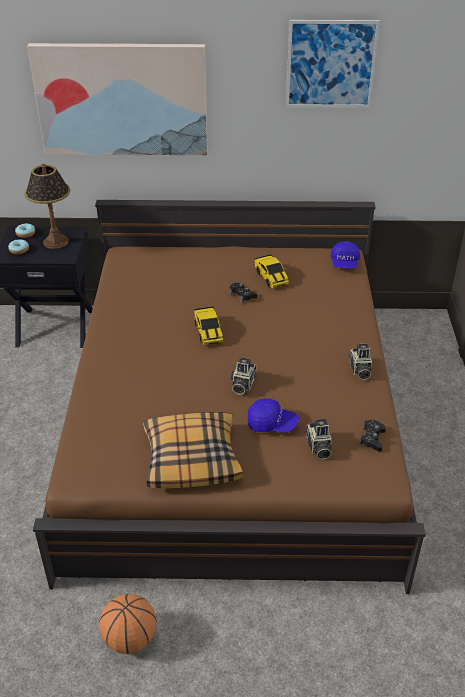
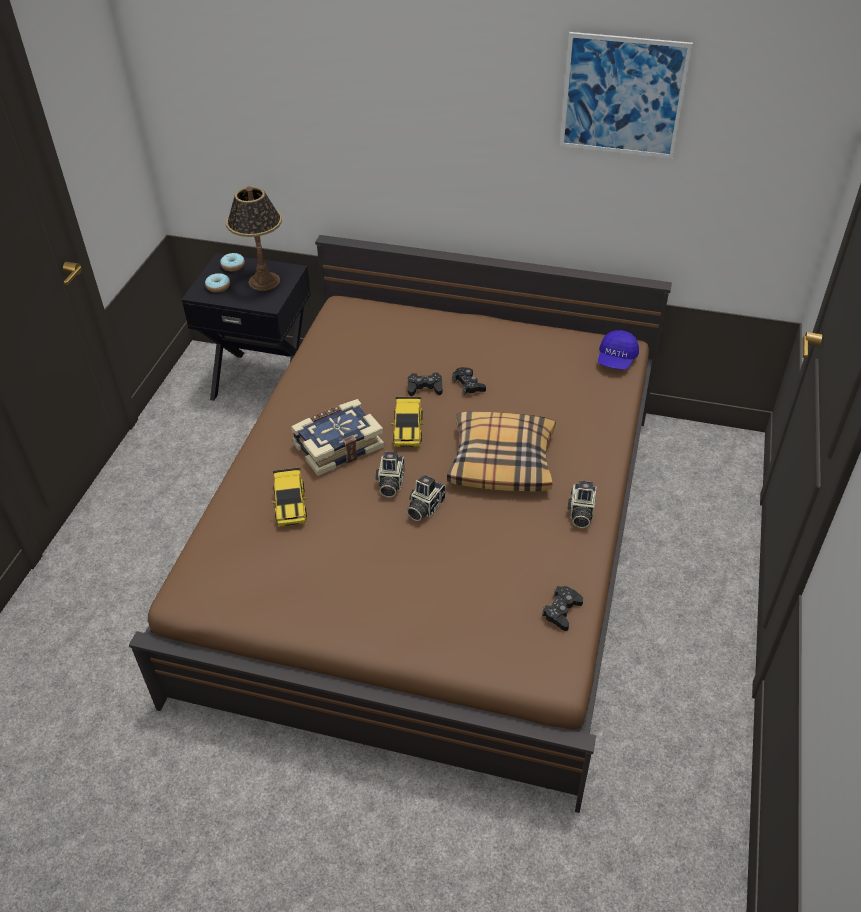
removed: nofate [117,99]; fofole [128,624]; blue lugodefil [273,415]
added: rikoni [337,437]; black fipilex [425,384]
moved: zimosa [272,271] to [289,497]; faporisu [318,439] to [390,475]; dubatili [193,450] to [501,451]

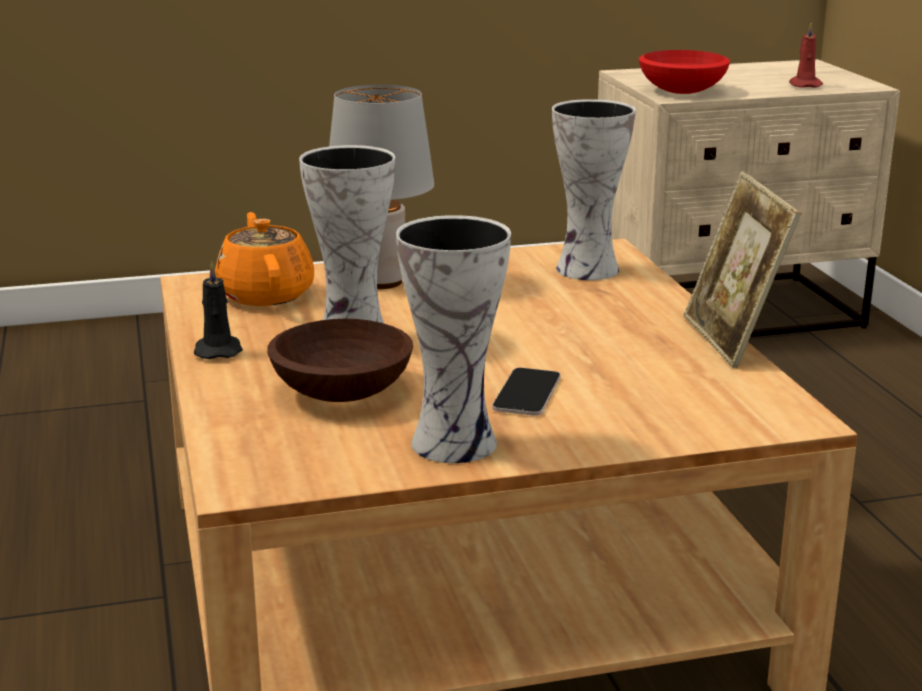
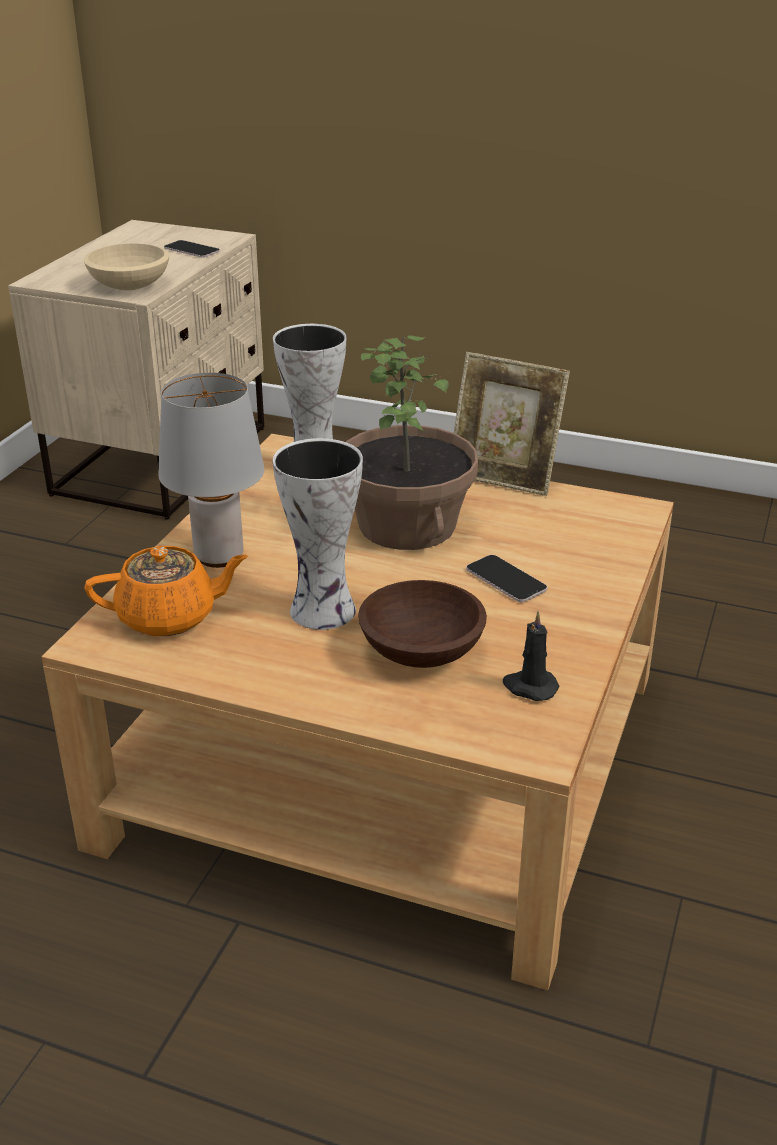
removed: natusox [453,339]
added: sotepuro [412,442]
moved: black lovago [218,310] to [531,656]
replaced: red lovago [806,55] to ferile [192,249]
recoloured: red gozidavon [684,72] to beige gozidavon [126,267]
turned: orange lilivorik [264,259] = [166,591] 150 degrees clockwise

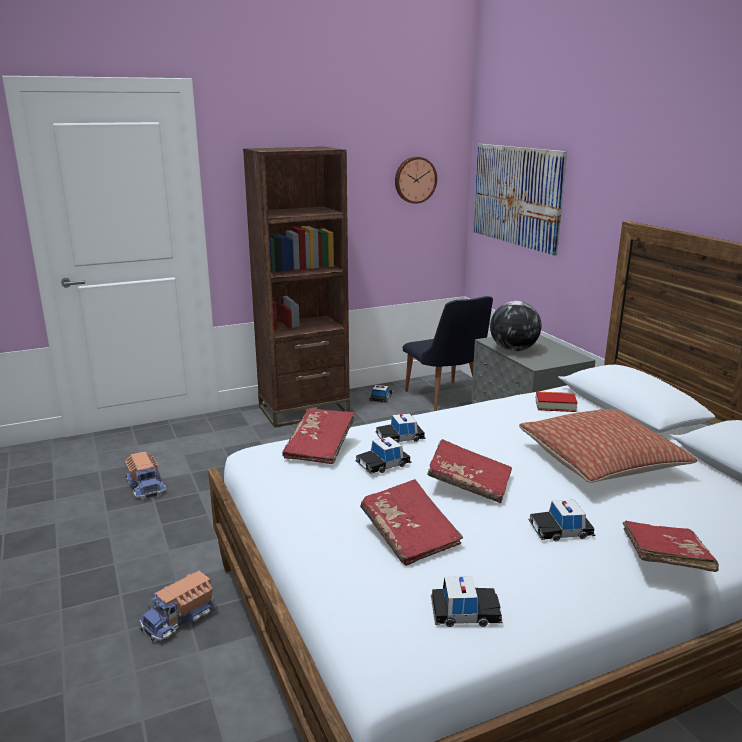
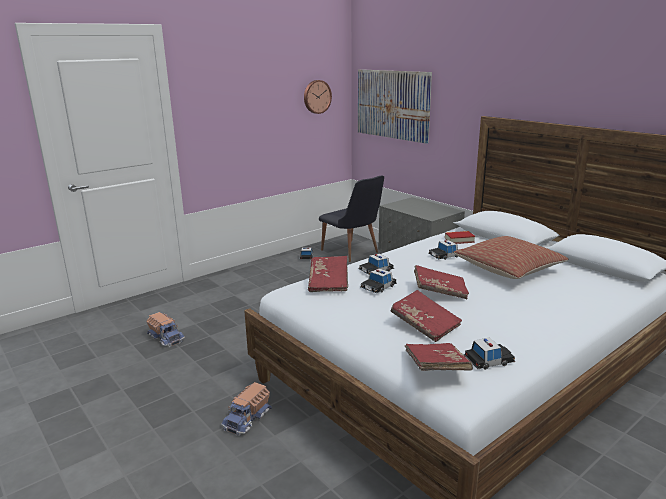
removed: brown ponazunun [296,287]; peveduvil [516,326]
moved: red rikoni [671,546] to [439,357]; zimosa [562,521] to [443,250]

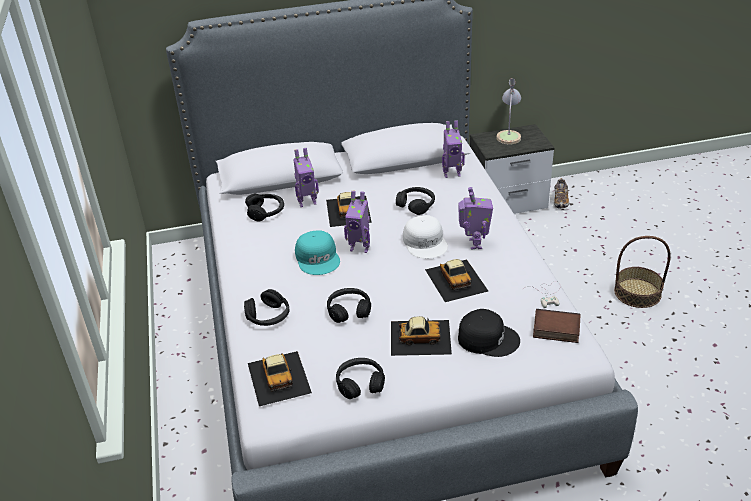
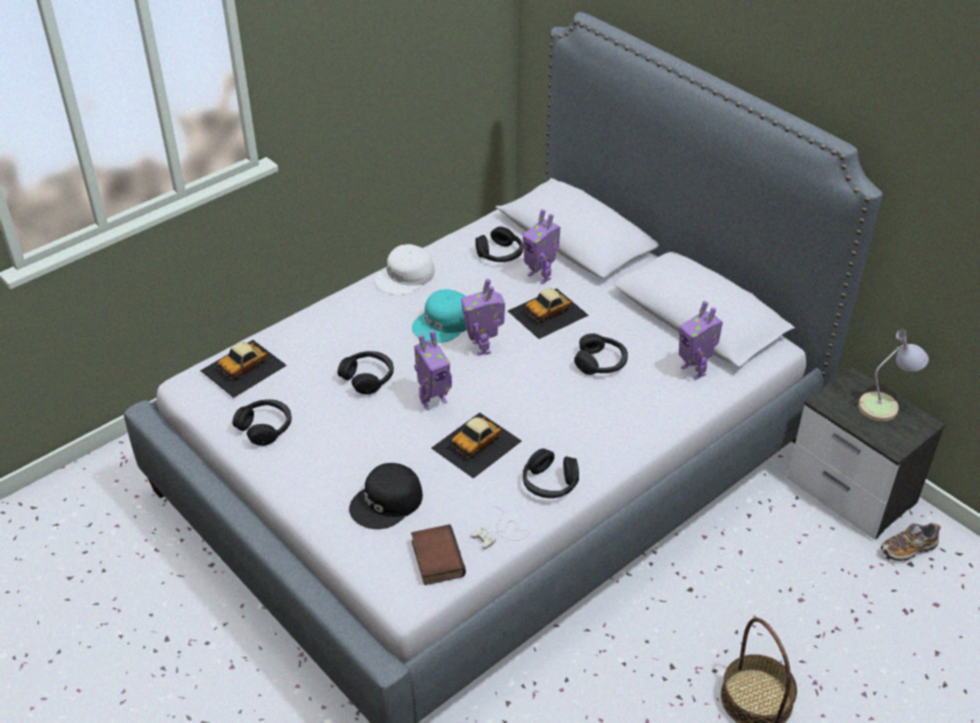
removed: zimosa [421,336]
moved: white lugodefil [425,237] to [404,269]; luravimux [475,218] to [433,370]; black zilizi [266,307] to [551,473]
turned: black lugodefil [489,333] = [386,496] 60 degrees clockwise

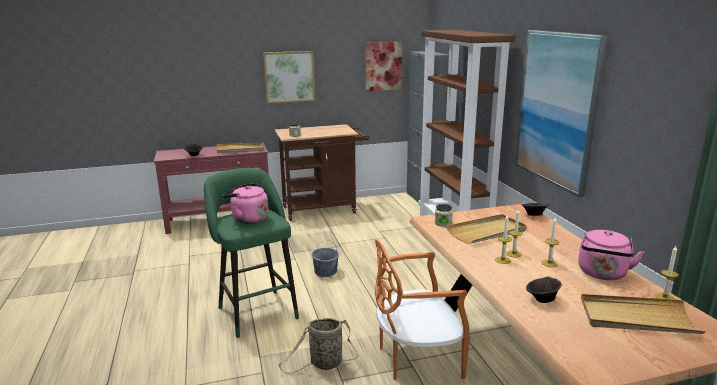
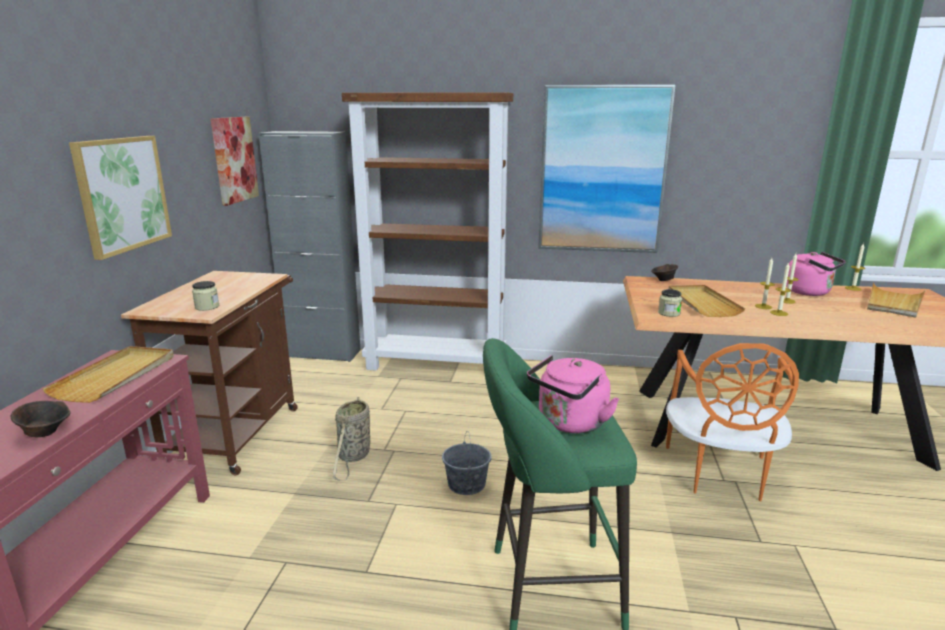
removed: brown gozidavon [544,289]
moved: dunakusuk [318,345] to [351,439]

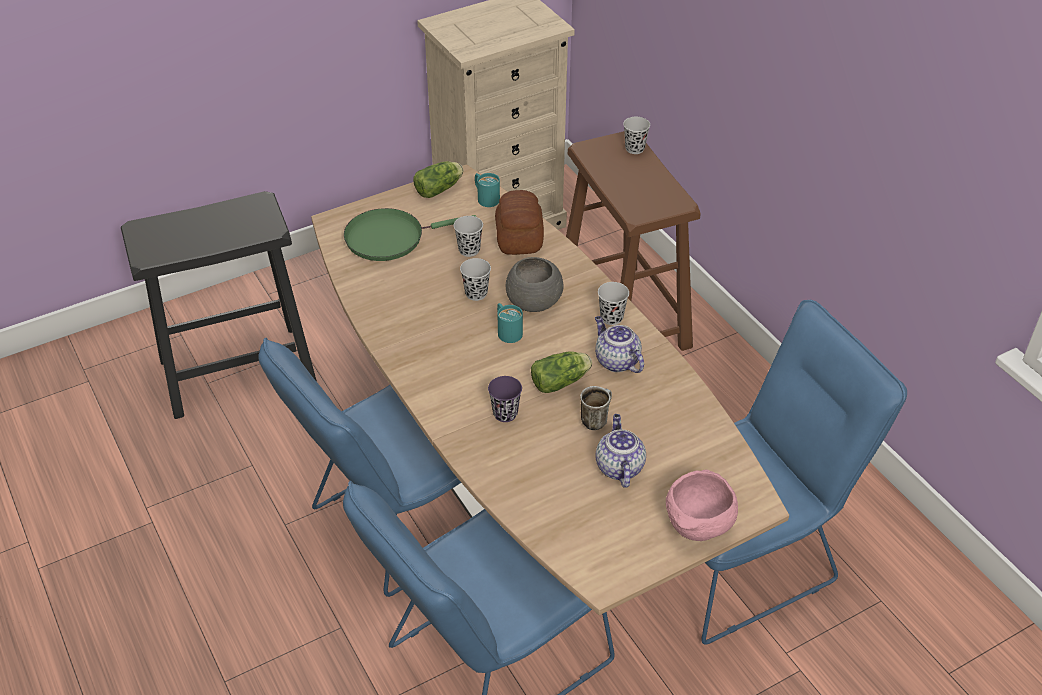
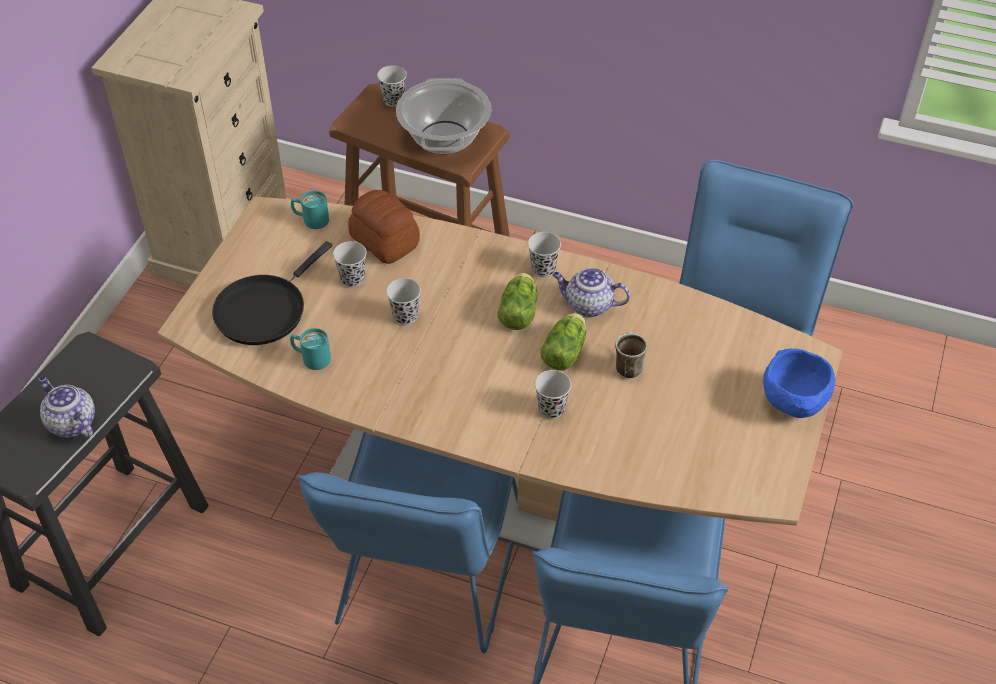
removed: grey gozidavon [535,284]
added: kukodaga [444,116]
moved: lilivorik [621,451] to [66,407]; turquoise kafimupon [510,323] to [310,349]; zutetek [438,179] to [517,301]
recoloured: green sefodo [410,234] to black sefodo [272,293]; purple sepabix [505,399] to black sepabix [553,394]; pink gozidavon [702,505] to blue gozidavon [799,383]

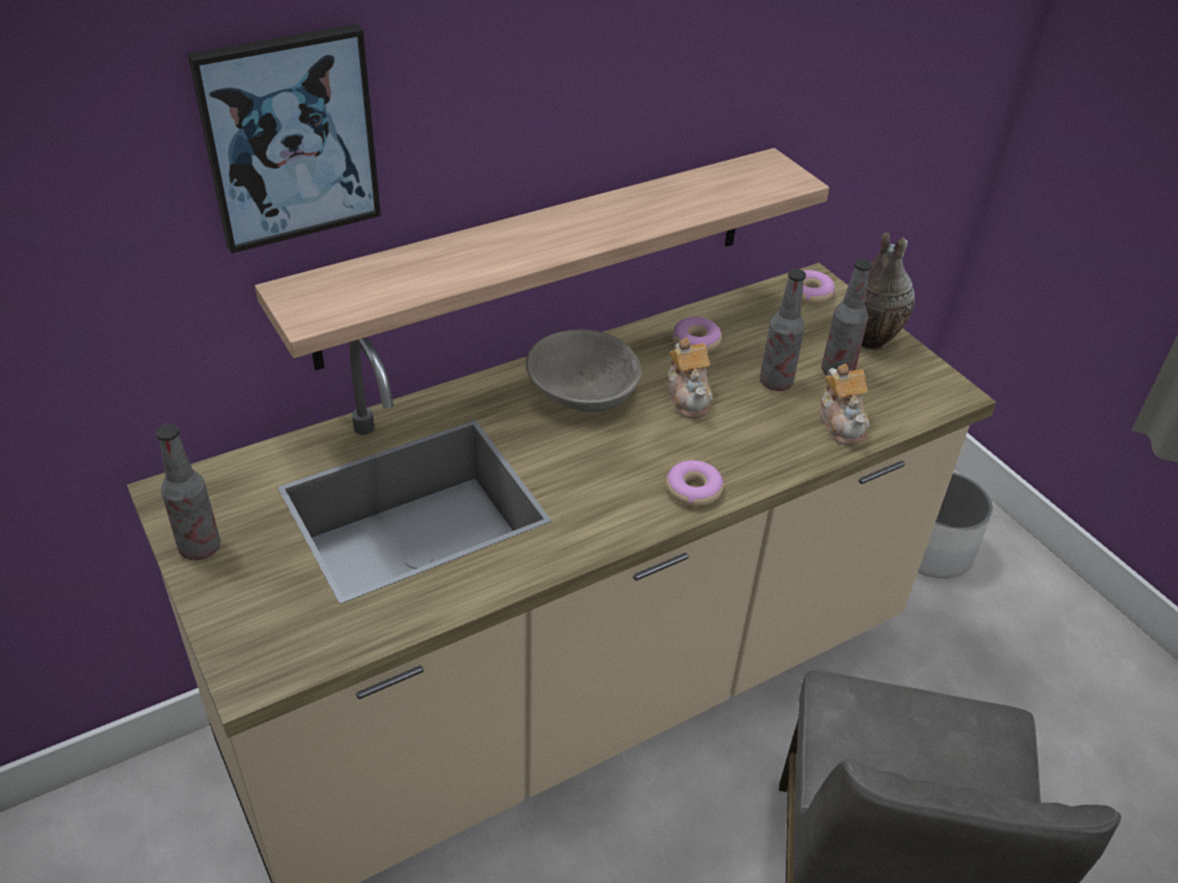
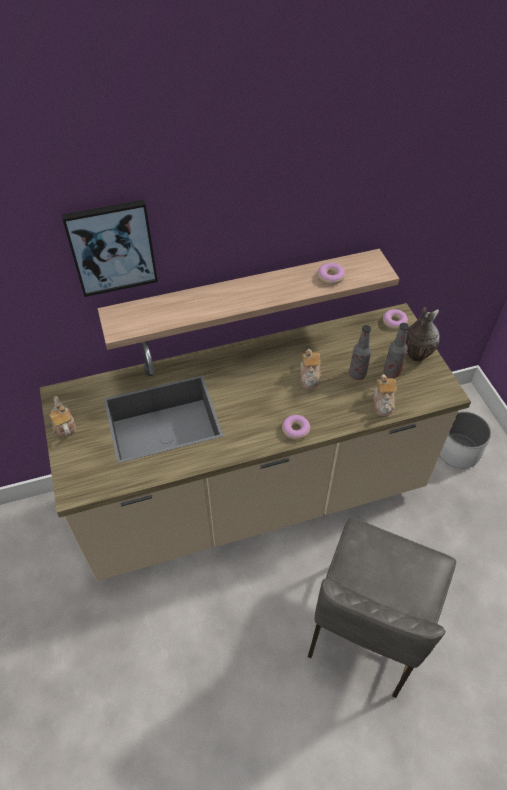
removed: grey gozidavon [584,370]
moved: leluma [697,334] to [331,274]
replaced: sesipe [188,492] to lilivorik [62,416]

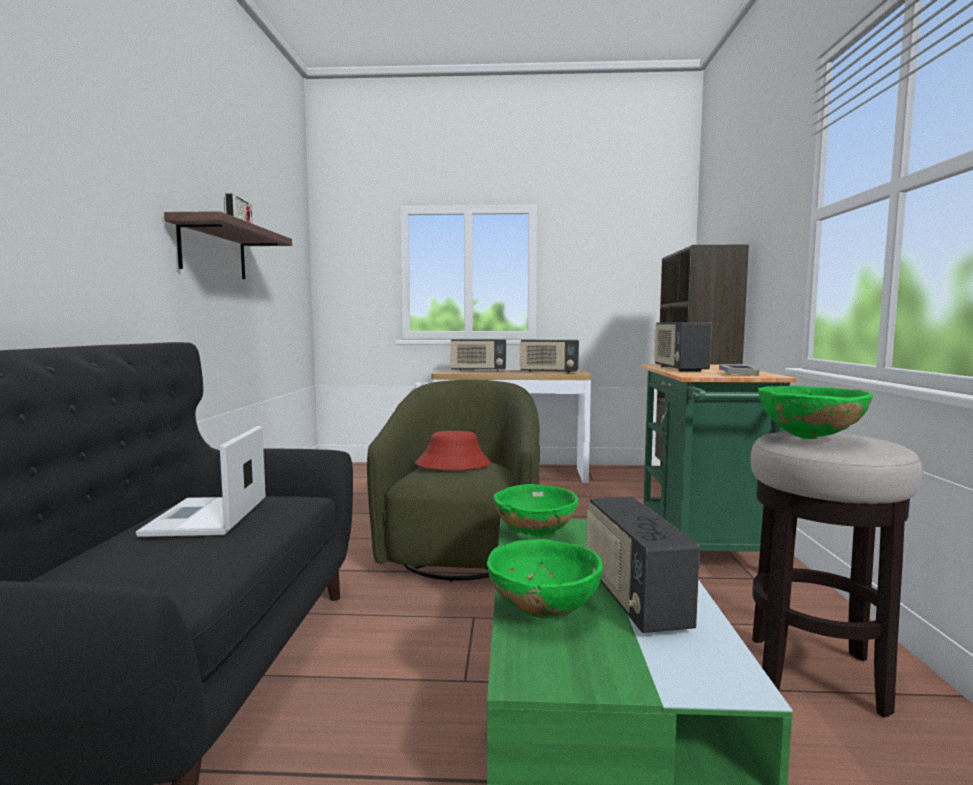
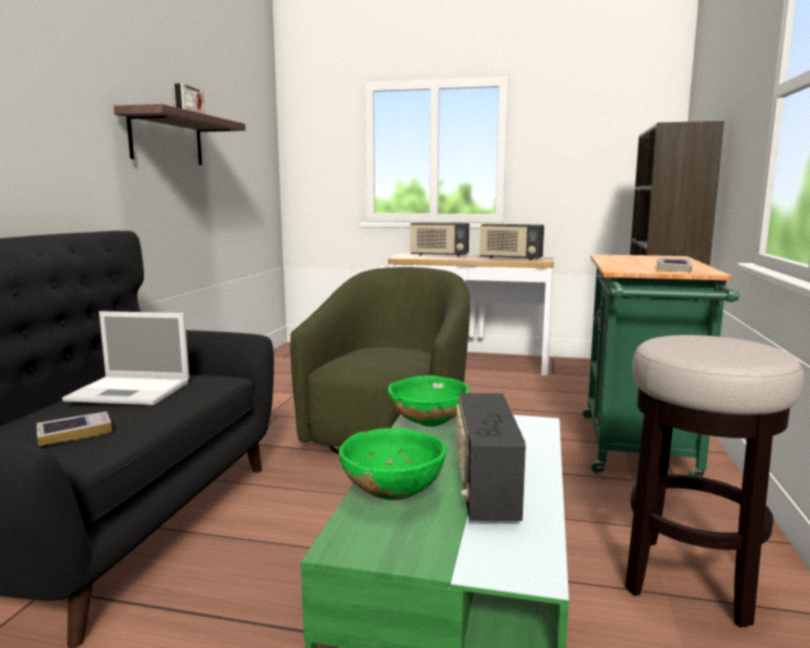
removed: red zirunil [453,450]; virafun [683,346]; green gozidavon [815,412]
added: rikoni [74,428]
turned: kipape [201,481] = [125,358] 90 degrees counterclockwise

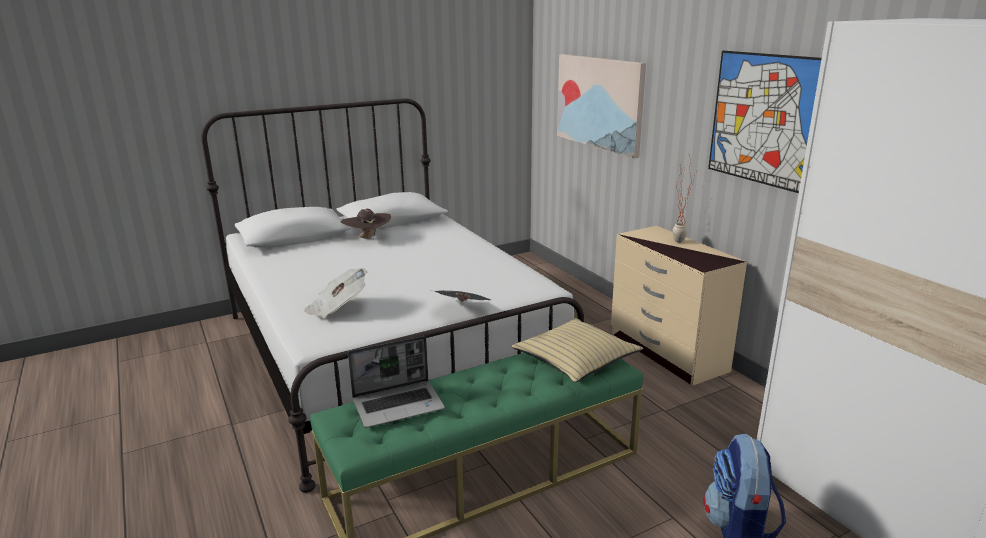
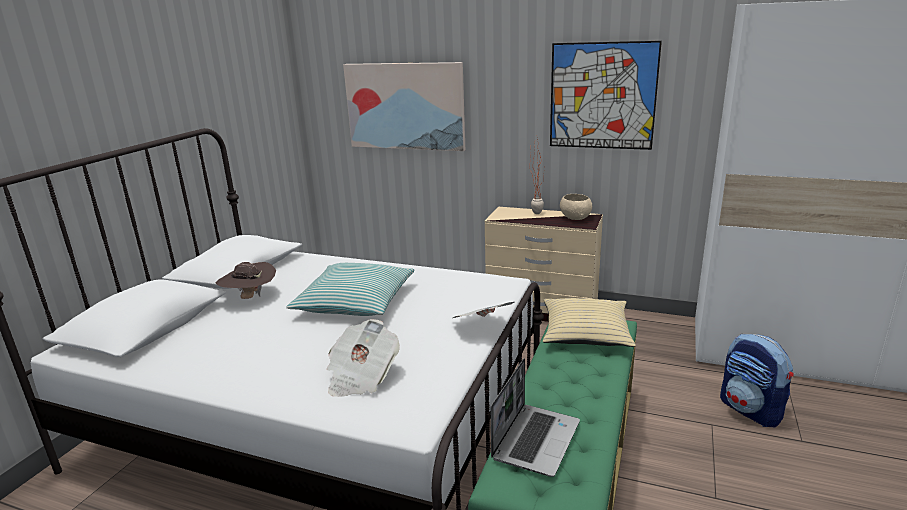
added: dubatili [350,289]; beige gozidavon [576,207]

